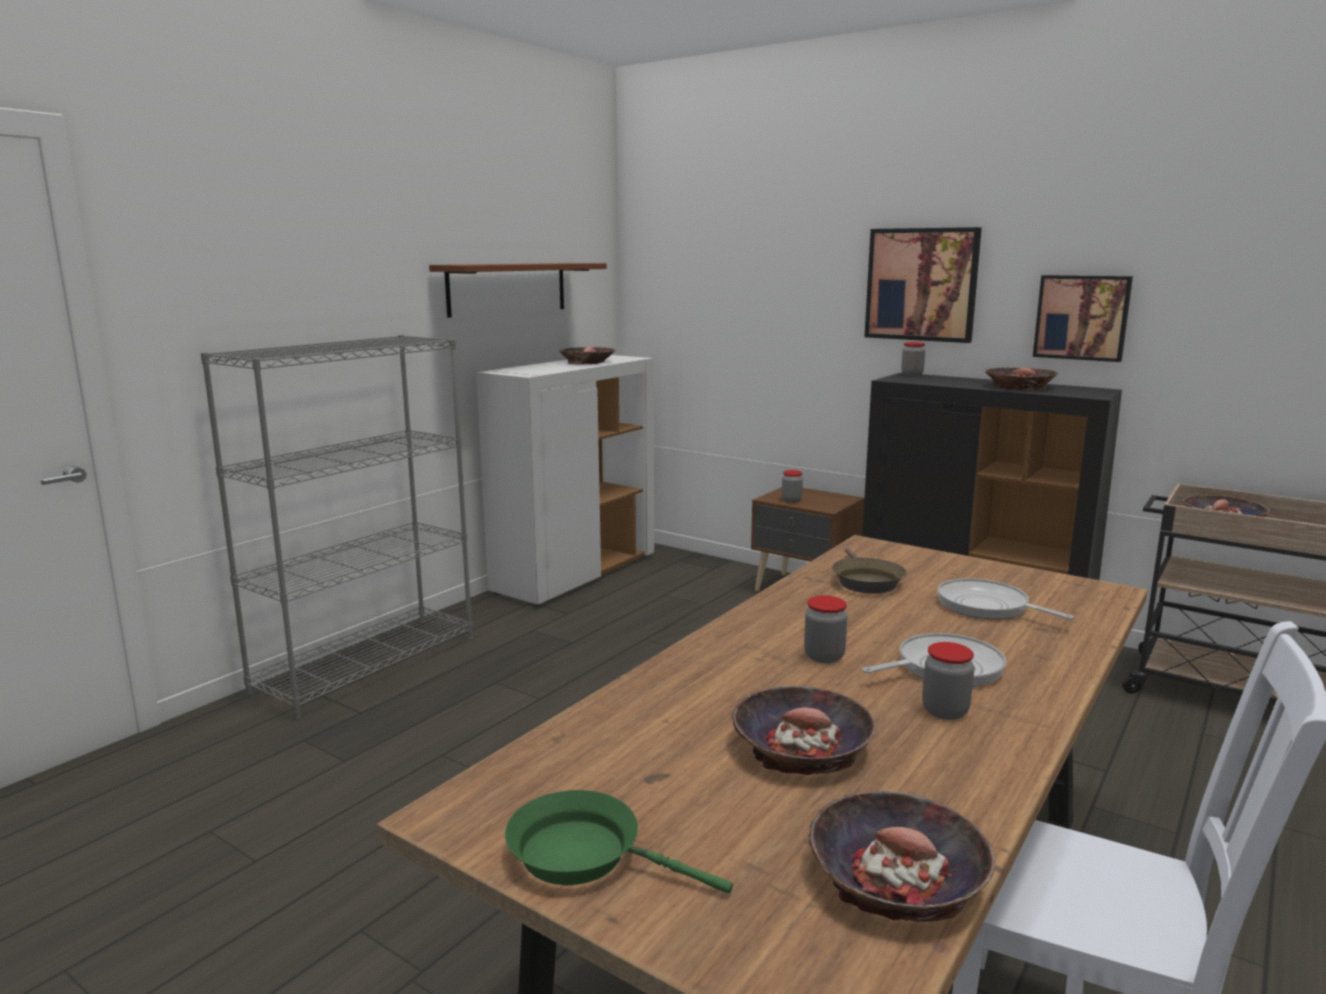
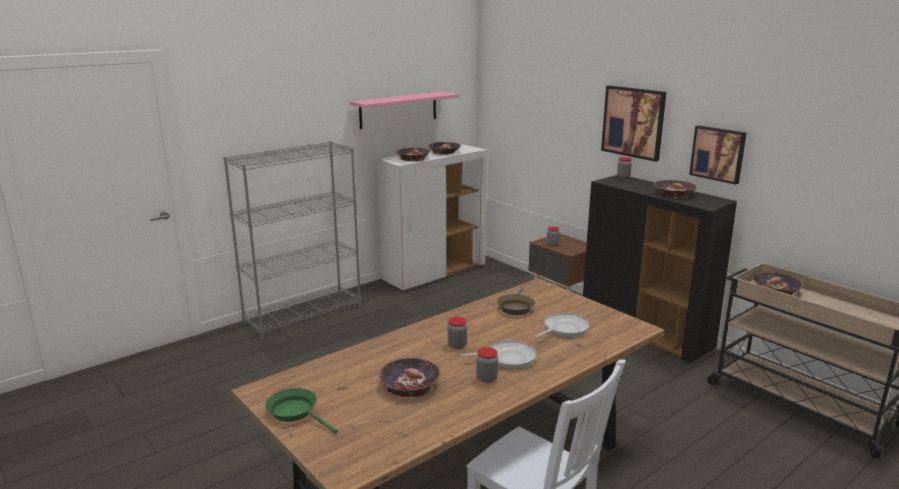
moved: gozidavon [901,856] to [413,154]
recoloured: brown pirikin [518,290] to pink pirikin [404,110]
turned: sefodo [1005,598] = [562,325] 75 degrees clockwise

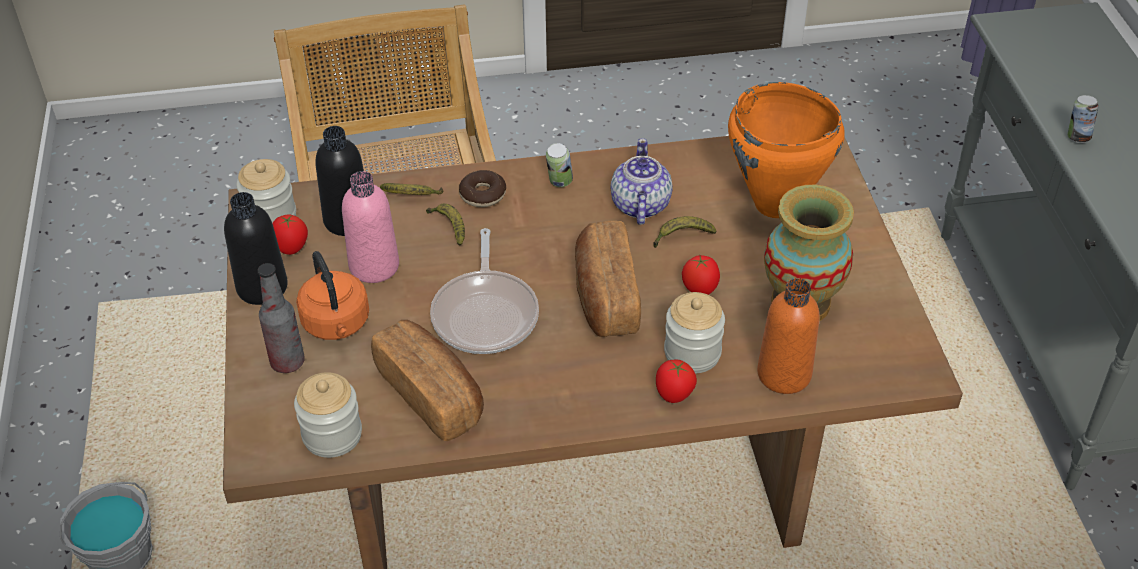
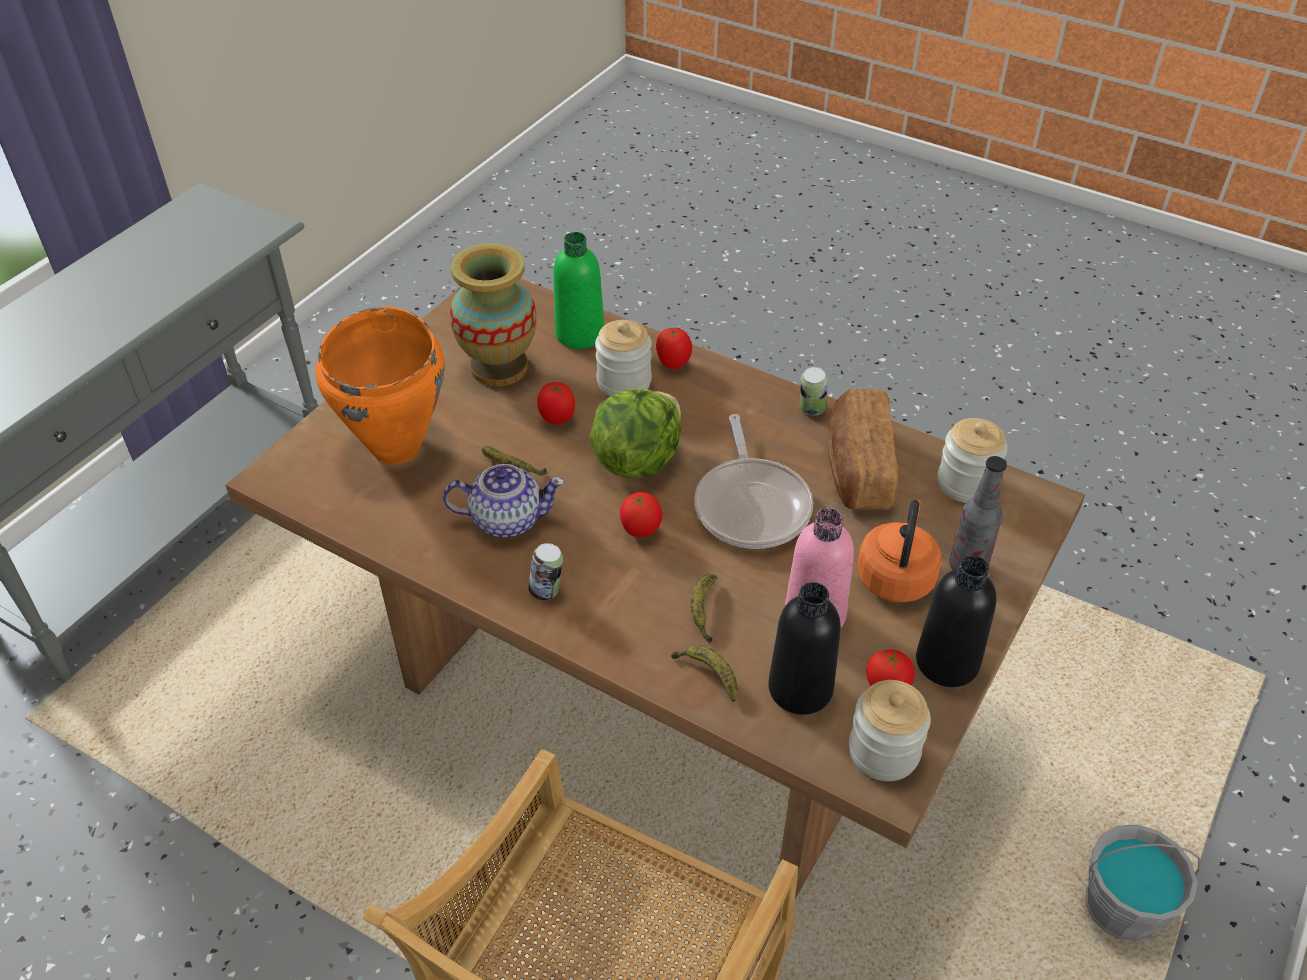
removed: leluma [482,188]
added: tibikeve [641,514]
moved: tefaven [1083,119] to [814,391]
replaced: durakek [608,279] to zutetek [635,434]
recoloured: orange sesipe [788,336] to green sesipe [578,290]
turned: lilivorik [642,181] = [504,501] 135 degrees counterclockwise; sefodo [484,291] = [753,481] 135 degrees clockwise

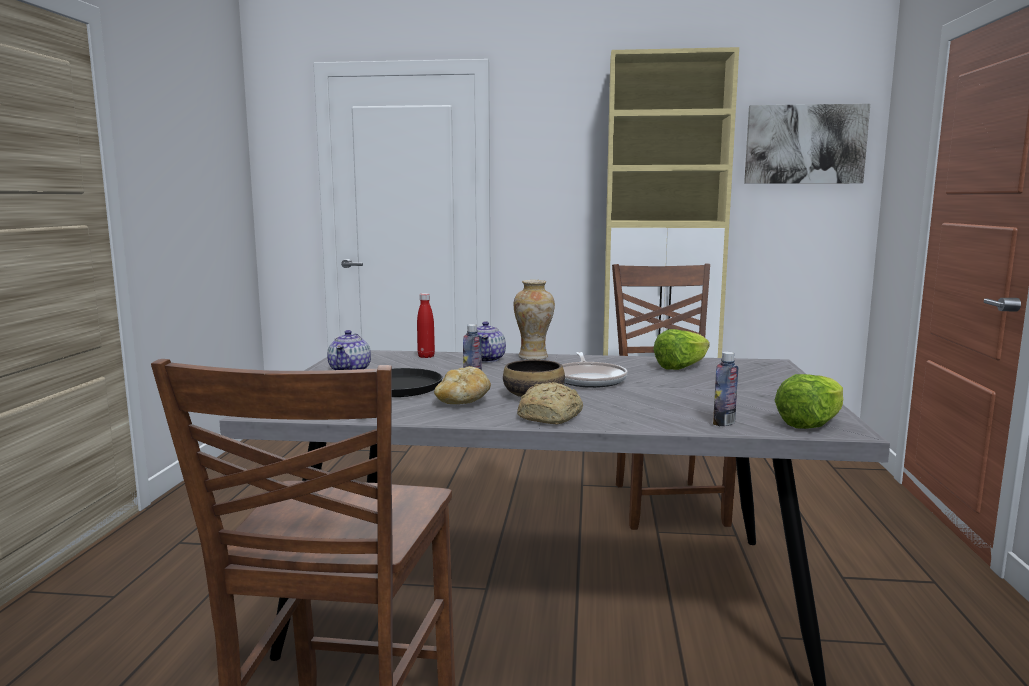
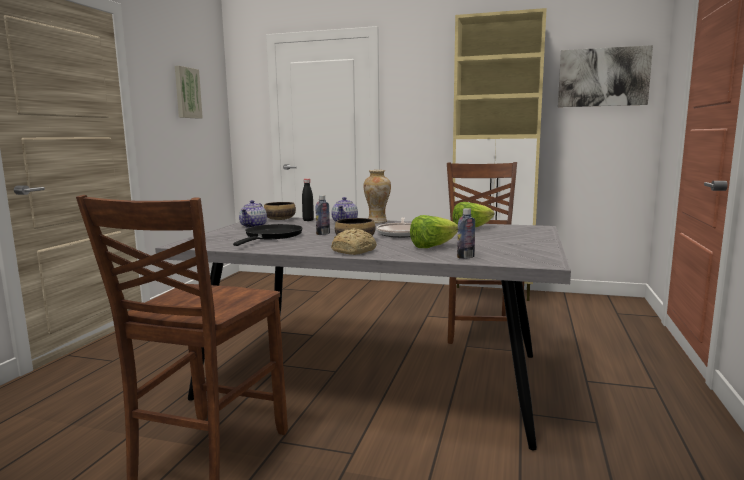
removed: durakek [462,385]
added: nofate [189,92]; gozidavon [280,211]
moved: zutetek [809,401] to [434,231]
recoloured: red sesipe [426,325] to black sesipe [308,200]

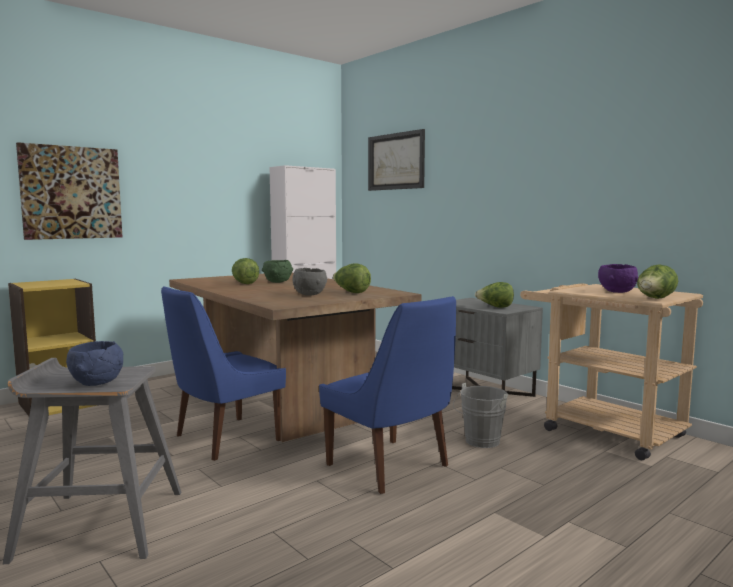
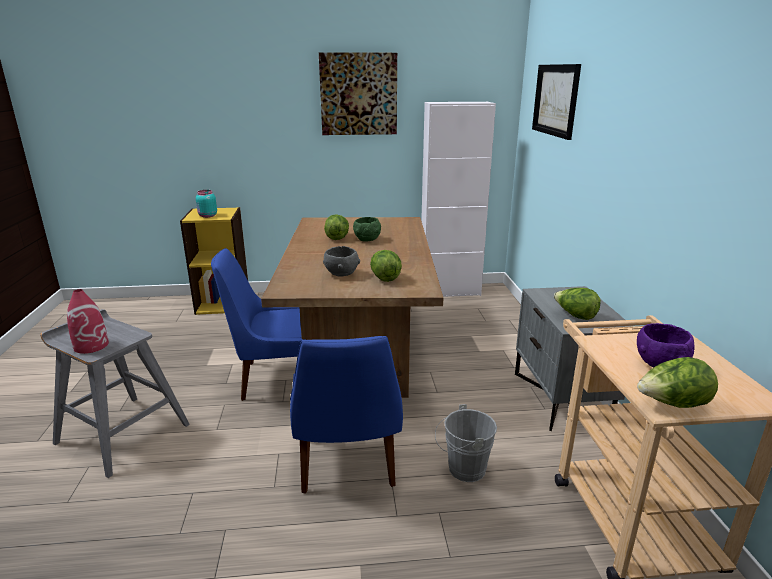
added: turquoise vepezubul [206,204]
moved: nofate [69,191] to [358,93]
replaced: blue gozidavon [94,363] to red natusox [88,321]

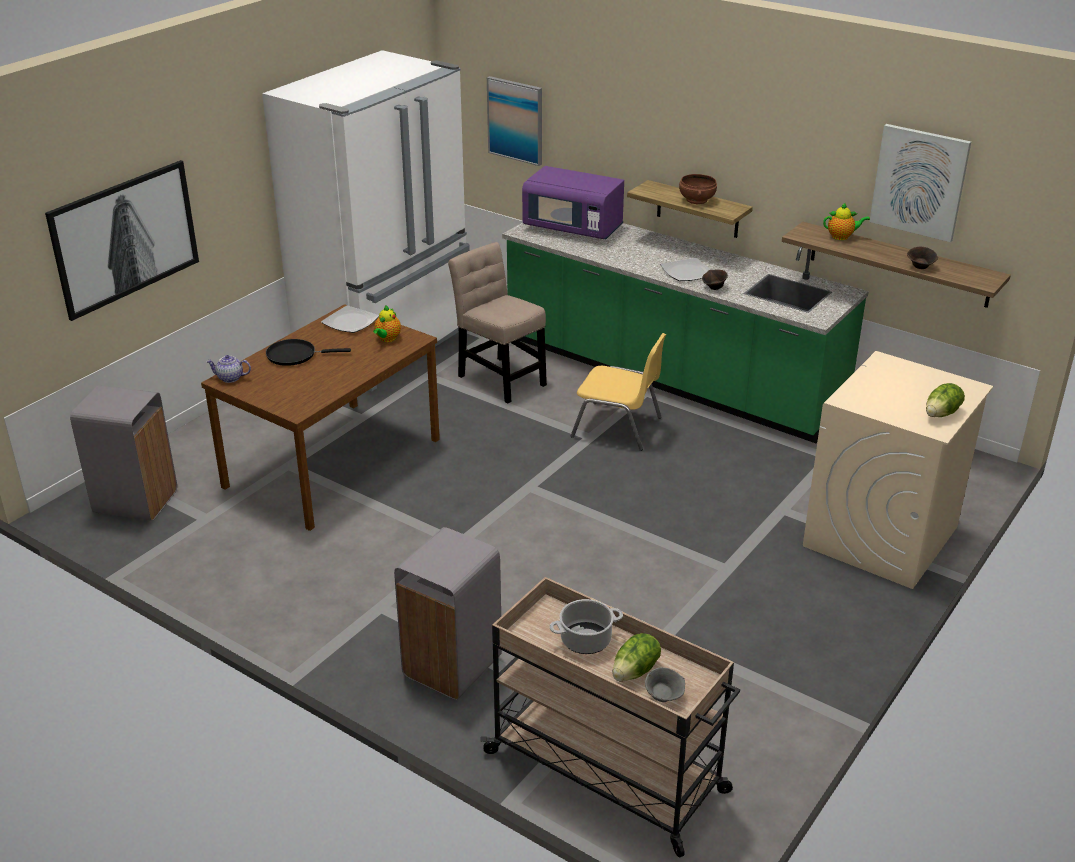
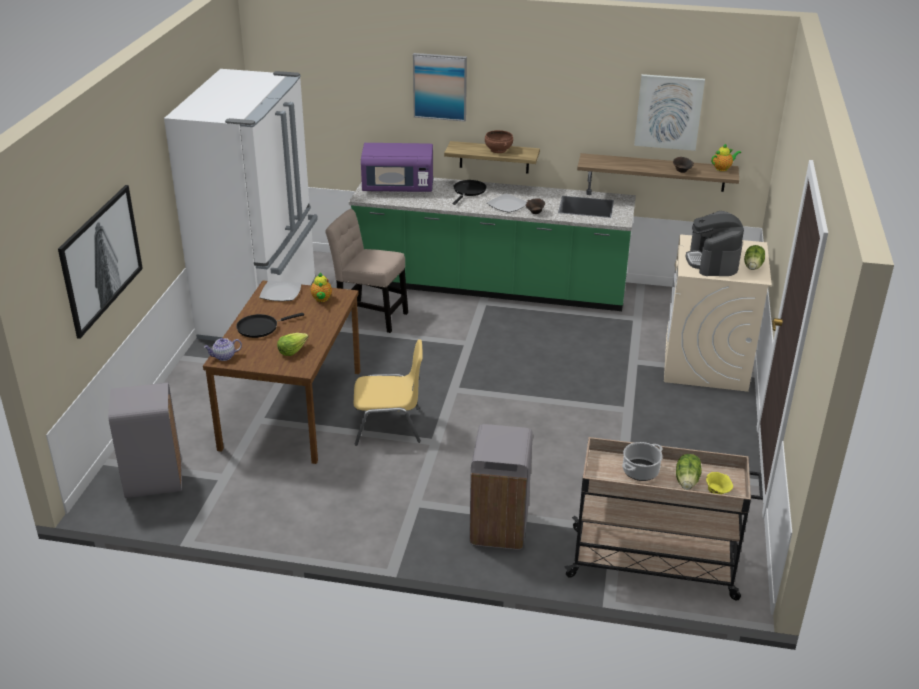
added: zutetek [292,344]; black sefodo [469,192]; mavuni [715,243]
moved: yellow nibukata [618,392] to [388,392]; nofate [514,121] to [440,87]; lilivorik [846,221] to [726,157]
recoloured: grey gozidavon [665,684] to yellow gozidavon [719,483]

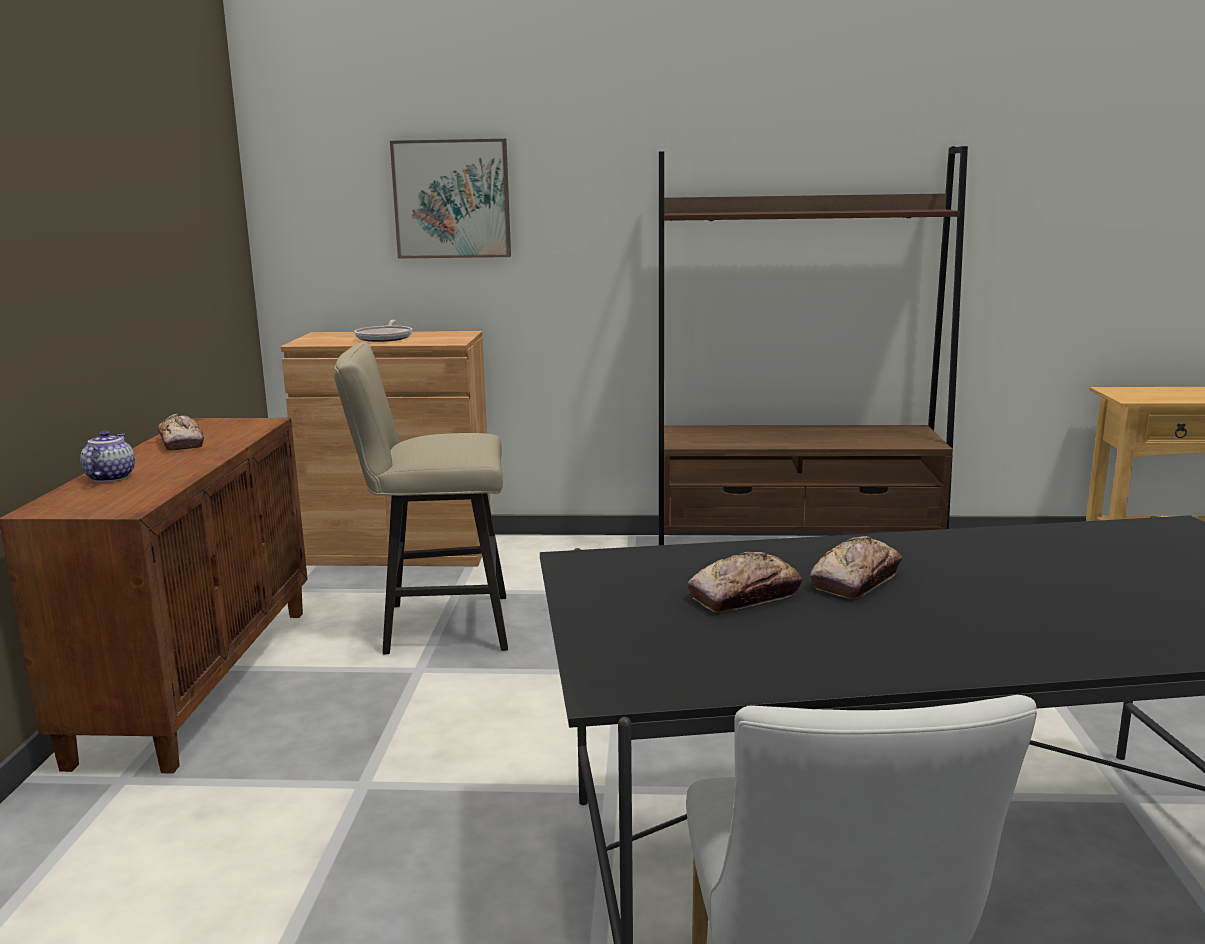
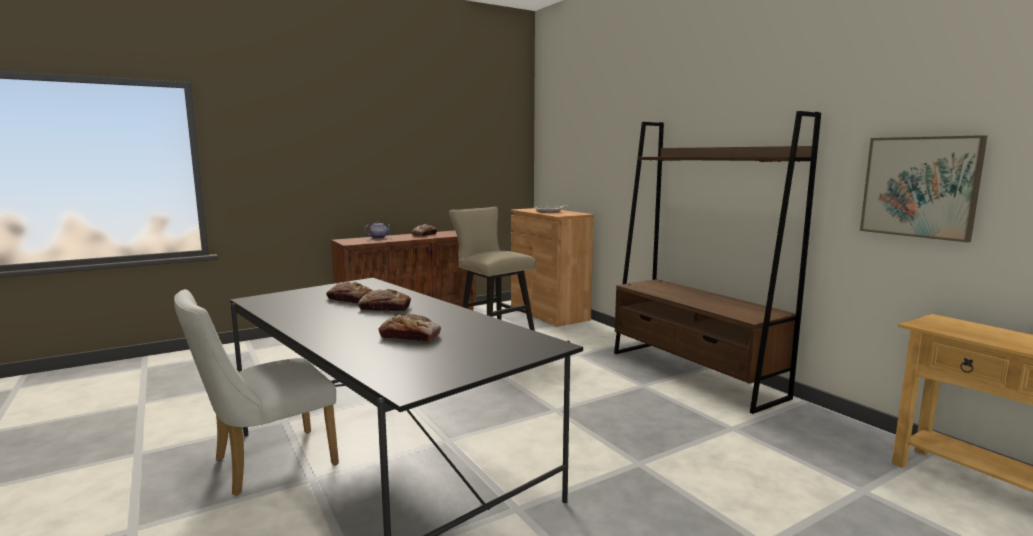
added: durakek [409,328]
moved: nofate [450,198] to [923,188]

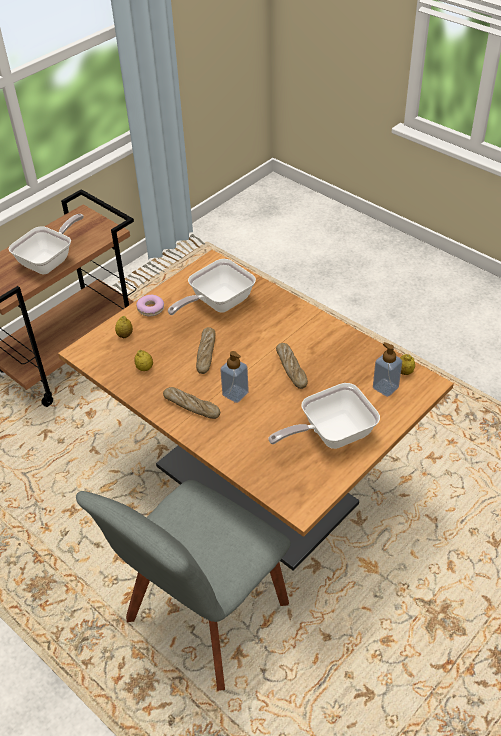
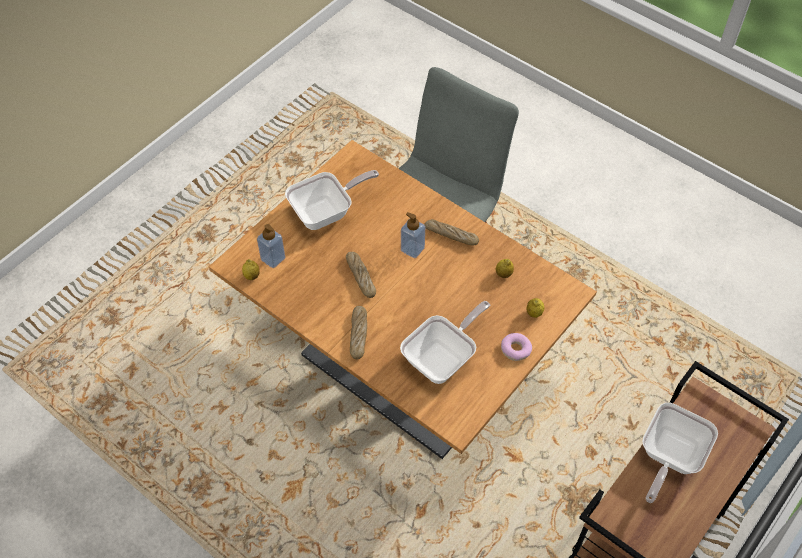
moved: durakek [206,350] to [358,332]

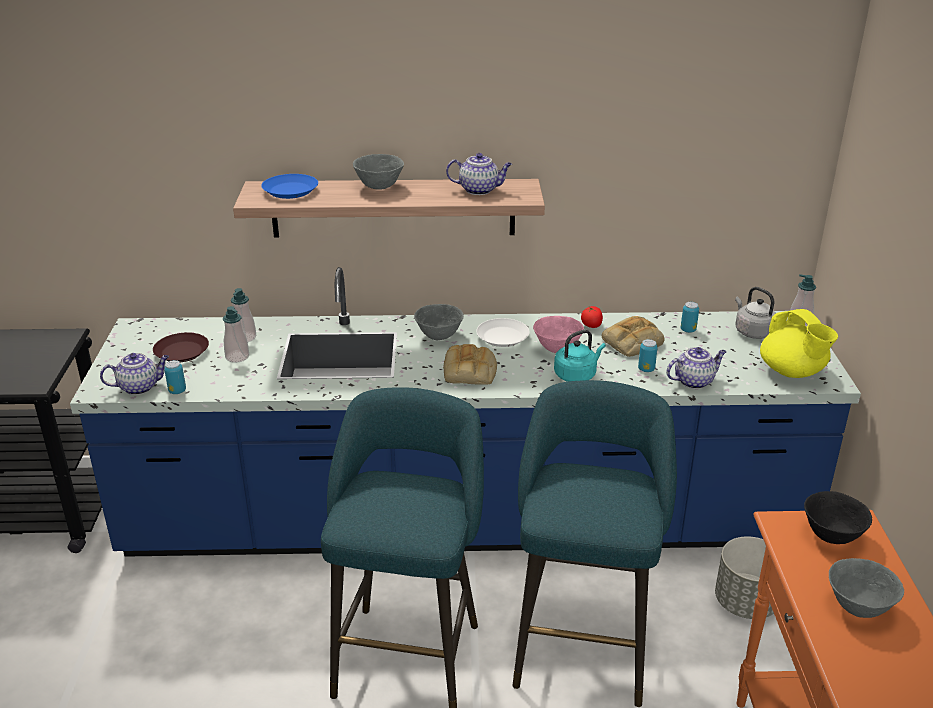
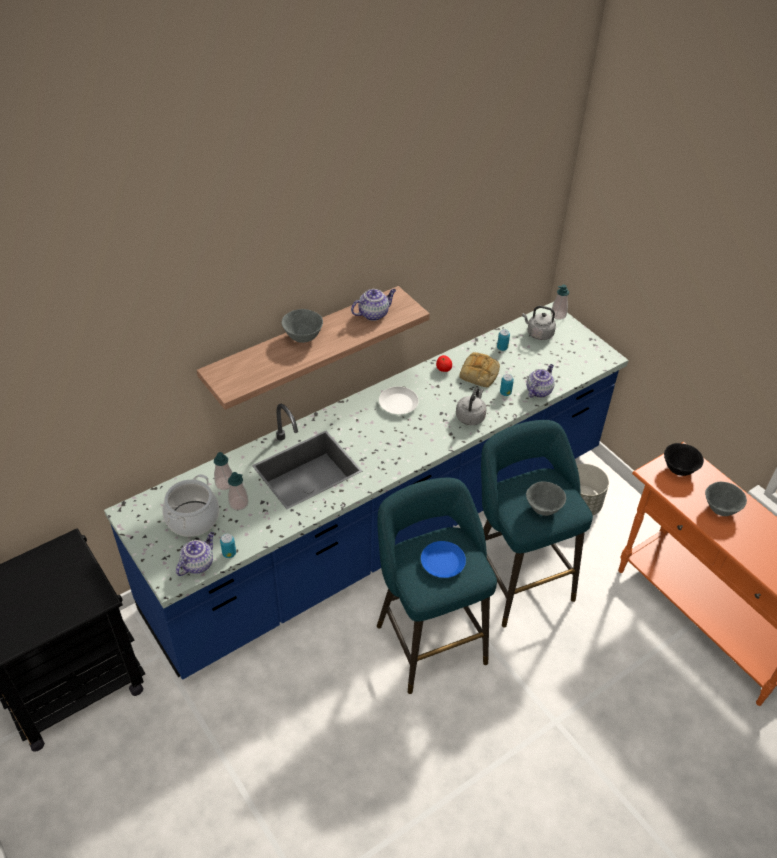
removed: durakek [470,364]; pink gozidavon [558,334]; yellow lilivorik [799,343]
moved: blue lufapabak [289,186] to [443,559]; grey gozidavon [439,322] to [546,499]
replaced: brown lufapabak [181,347] to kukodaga [190,505]
recoloured: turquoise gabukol [580,356] to grey gabukol [471,406]

